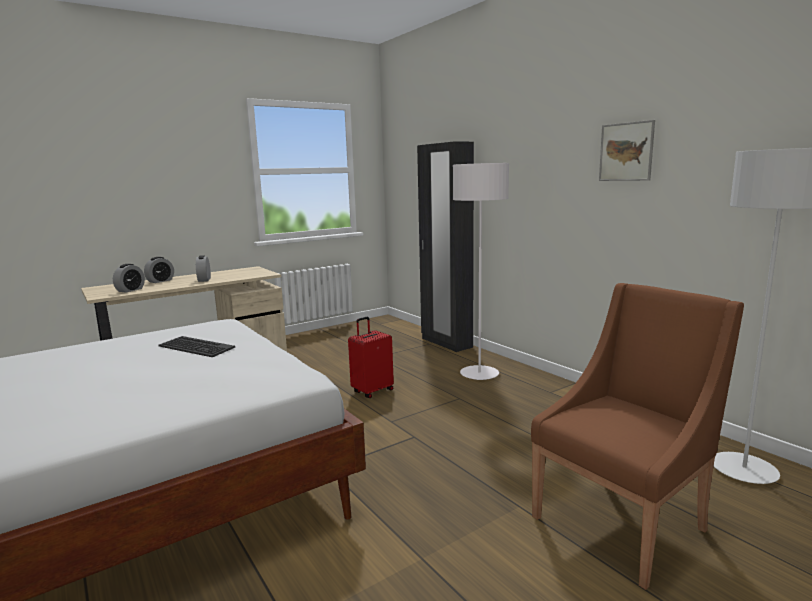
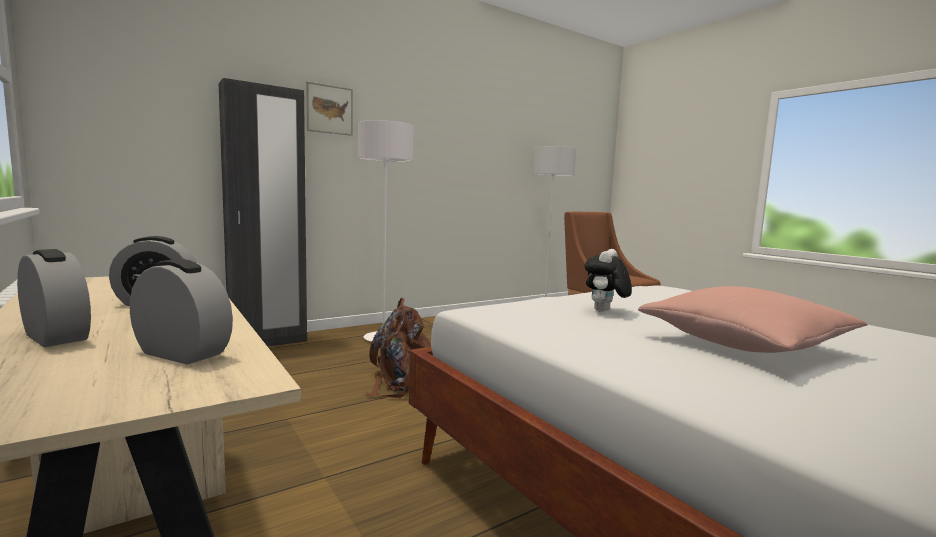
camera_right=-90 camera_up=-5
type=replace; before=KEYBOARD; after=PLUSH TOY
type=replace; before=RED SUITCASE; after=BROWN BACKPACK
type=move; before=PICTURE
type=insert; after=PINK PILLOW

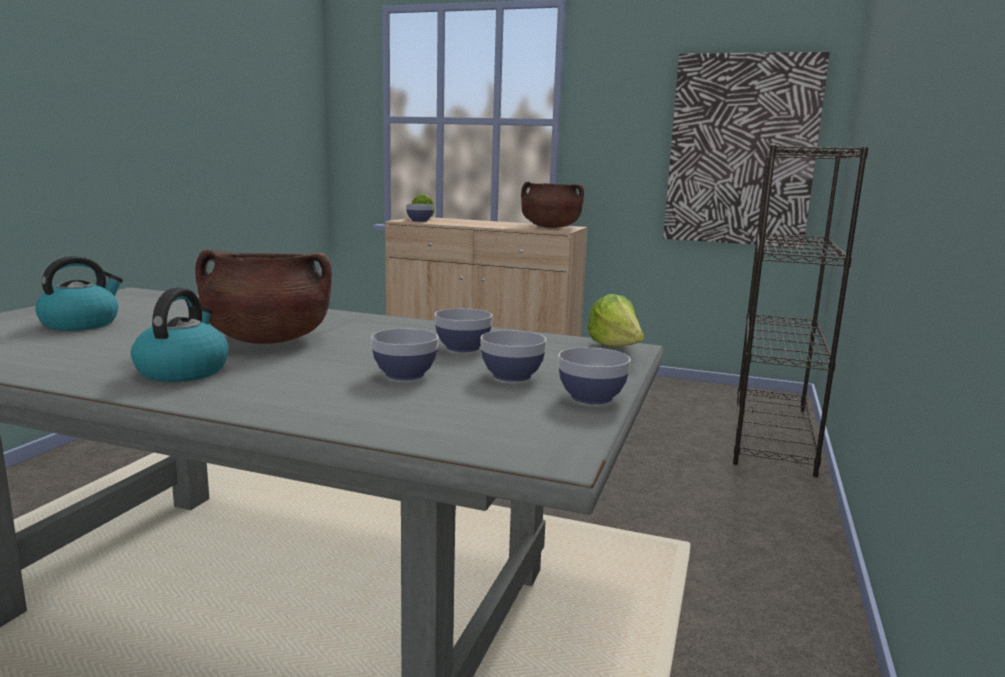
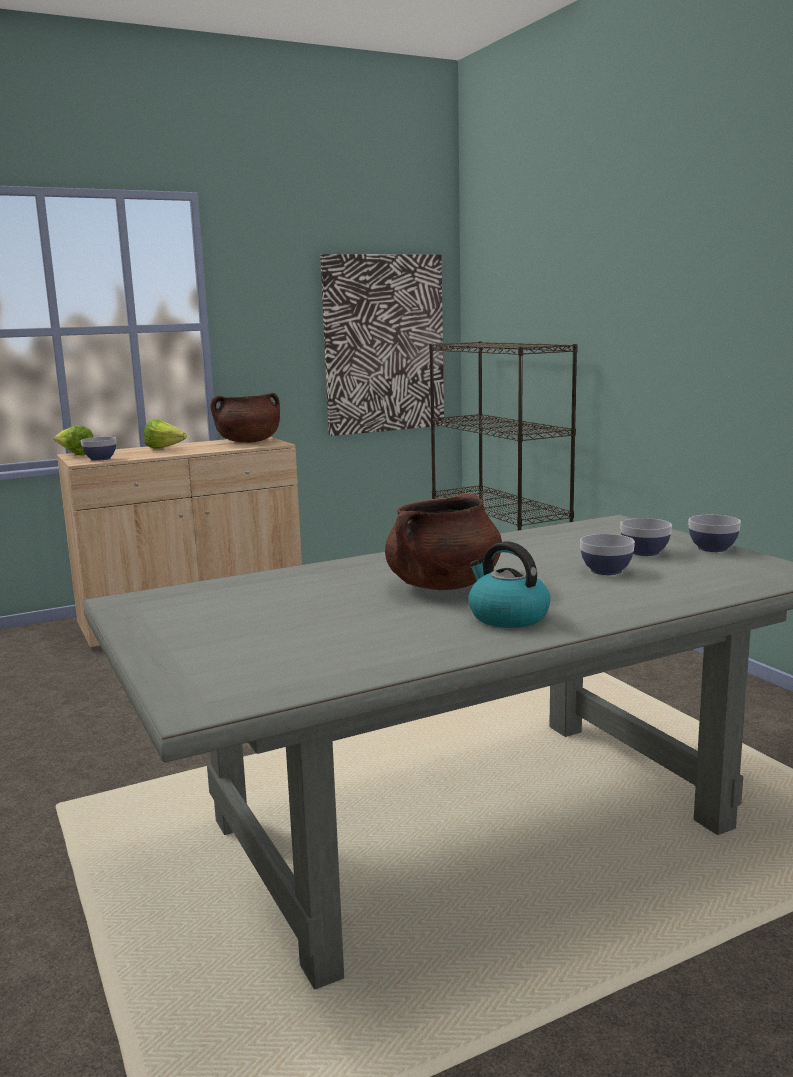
camera_right=-45 camera_up=0
type=delete; before=KETTLE (1st from left)
type=delete; before=BOWL (3rd from left)
type=move; before=LETTUCE (2nd from left)

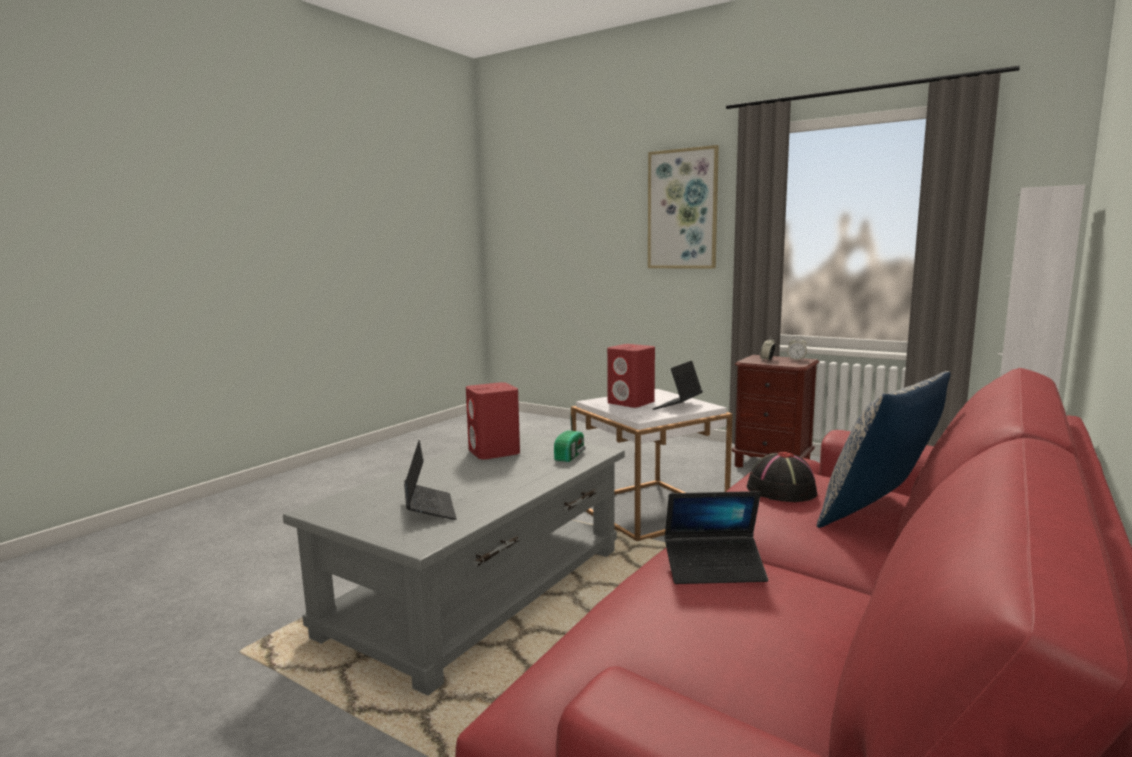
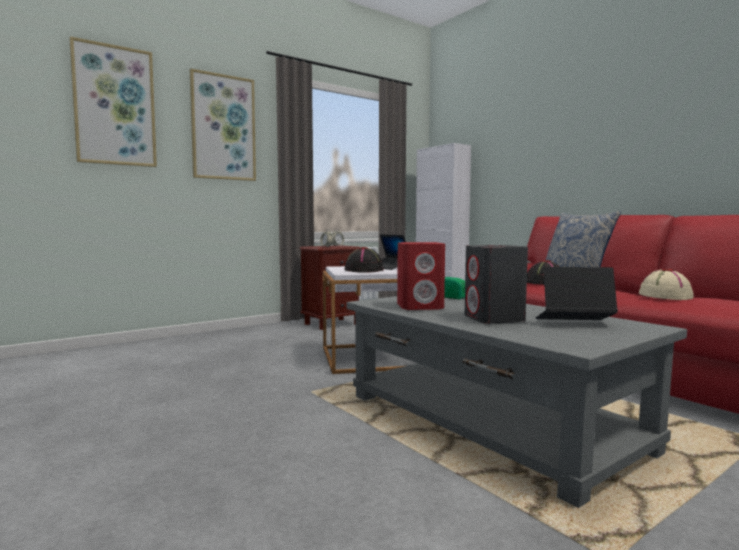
camera_right=-70 camera_up=-5
type=replace; before=RED SPEAKER (2nd from left); after=BLACK HAT (1st from left)
type=replace; before=LAPTOP (3rd from left); after=BEIGE HAT
type=insert; after=PICTURE (1st from left)
type=insert; after=GREY SPEAKER

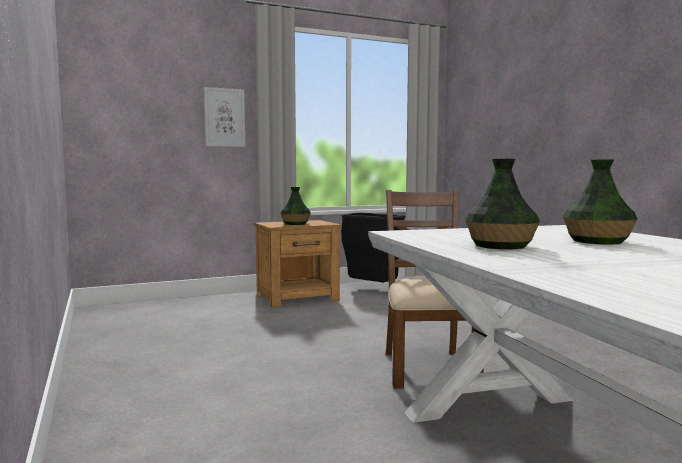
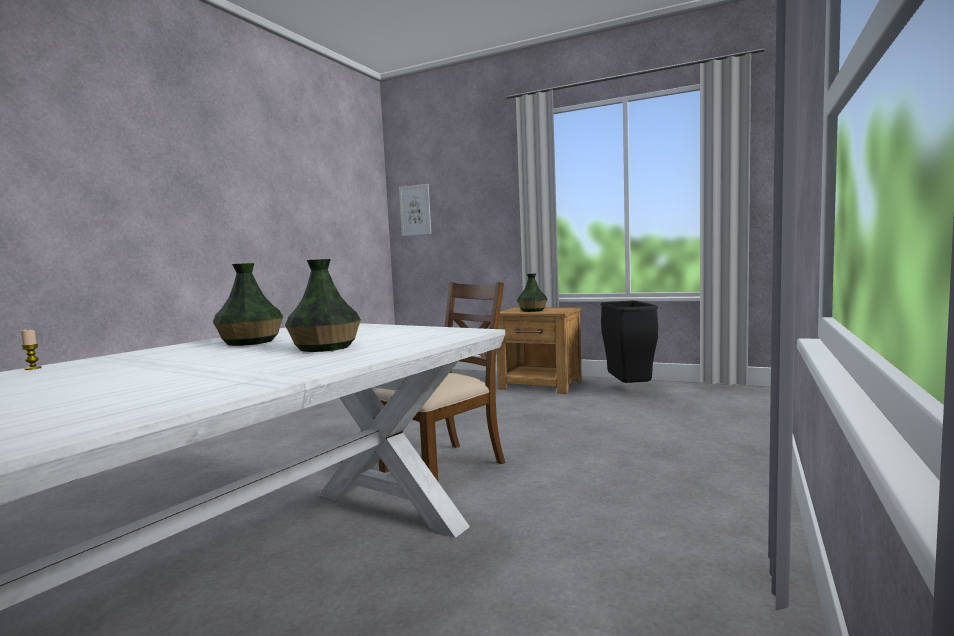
camera_right=50 camera_up=0
type=move; before=PICTURE
type=insert; after=CANDLE

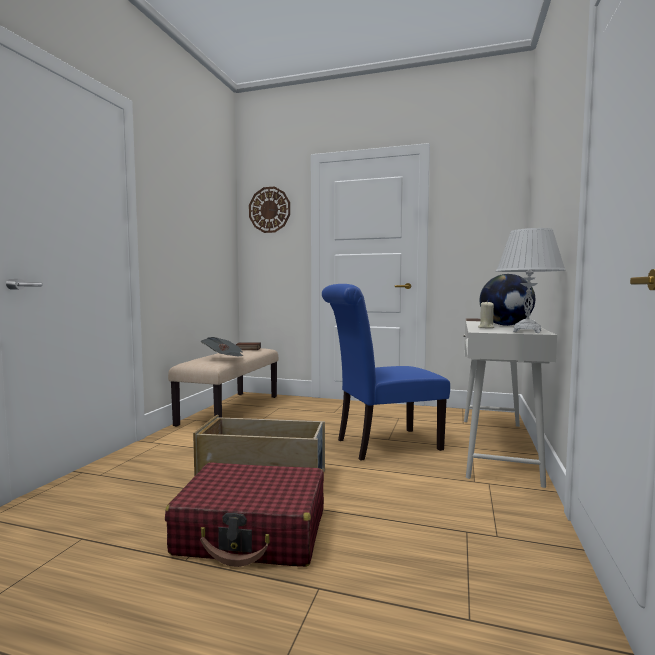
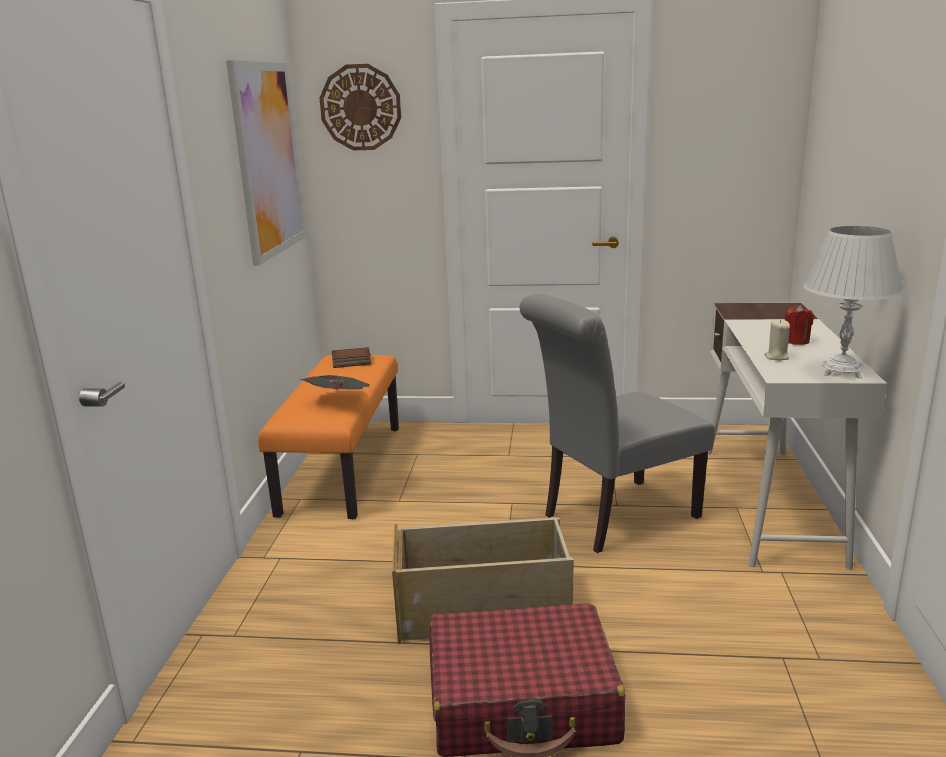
camera_right=-10 camera_up=15
type=recolor; before=BEIGE BENCH; after=ORANGE BENCH
type=recolor; before=BLUE CHAIR; after=GREY CHAIR
type=replace; before=GLOBE; after=RED CANDLE
type=insert; after=PICTURE

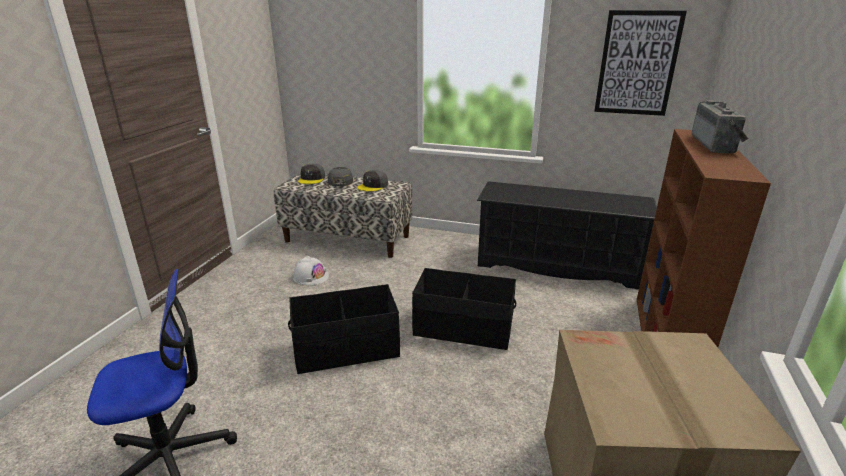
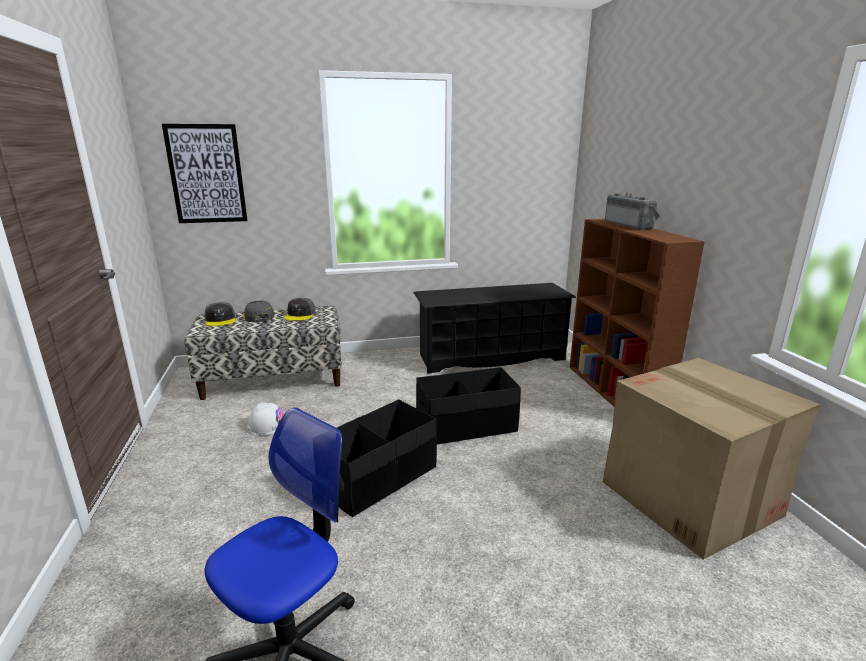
camera_right=-30 camera_up=-5
type=move; before=PICTURE

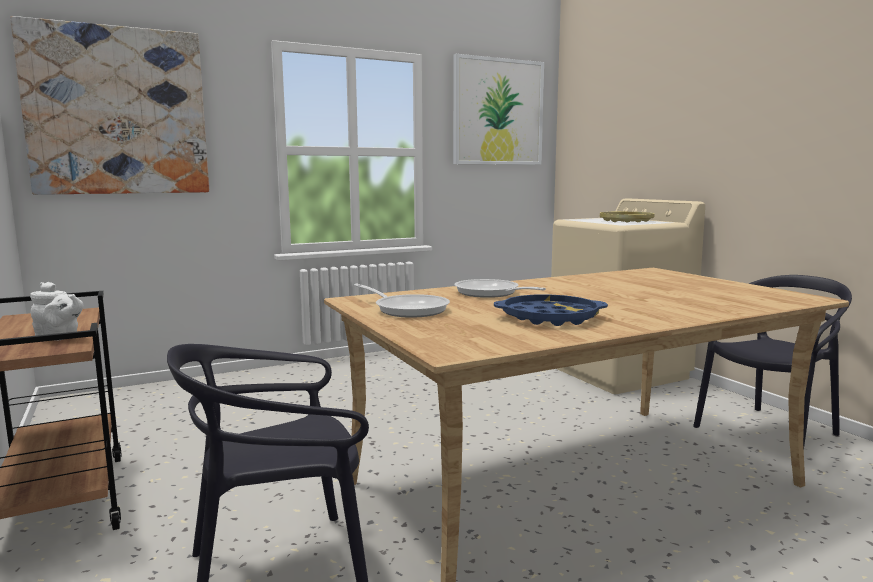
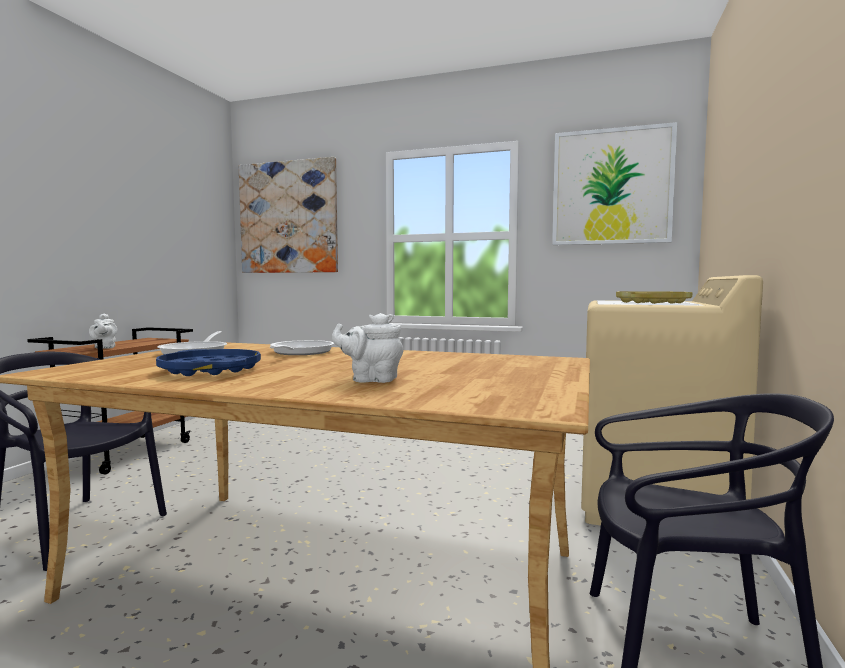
camera_right=45 camera_up=-5
type=insert; after=WHITE TEAPOT (2nd from left)

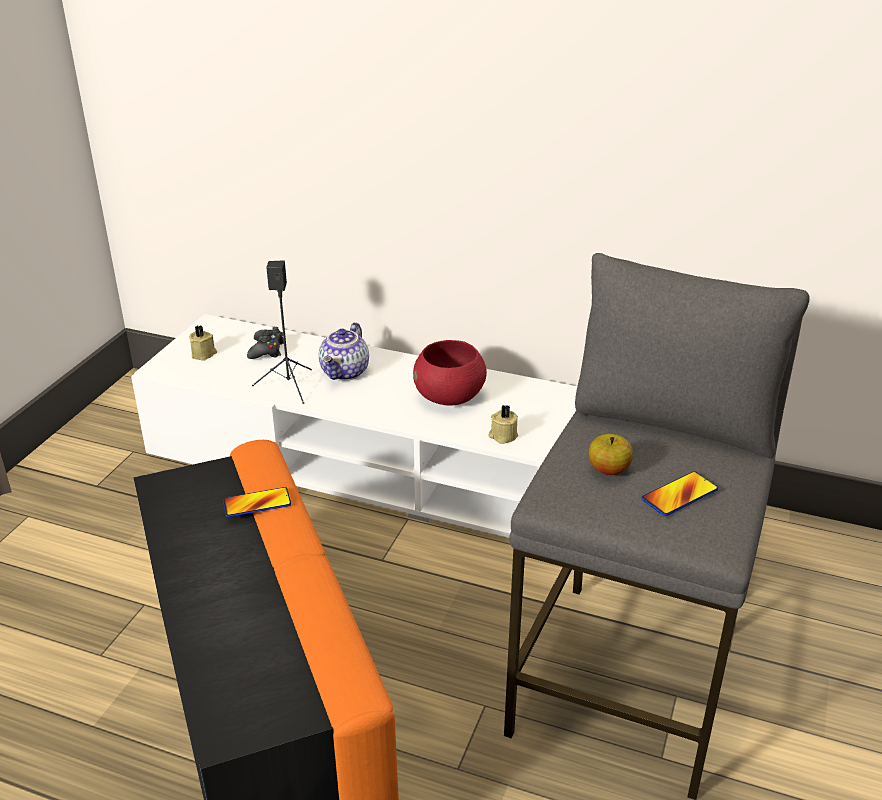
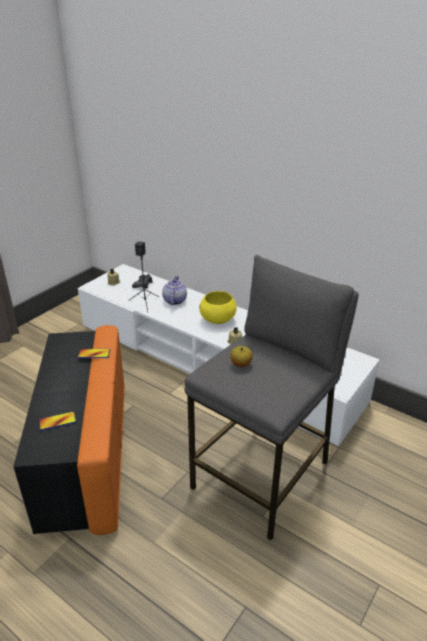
camera_right=15 camera_up=0
type=rotate; before=TEAPOT; turn=150
type=recolor; before=RED BOWL; after=YELLOW BOWL
type=move; before=PHONE (2nd from left in the first image); after=PHONE (1st from left)

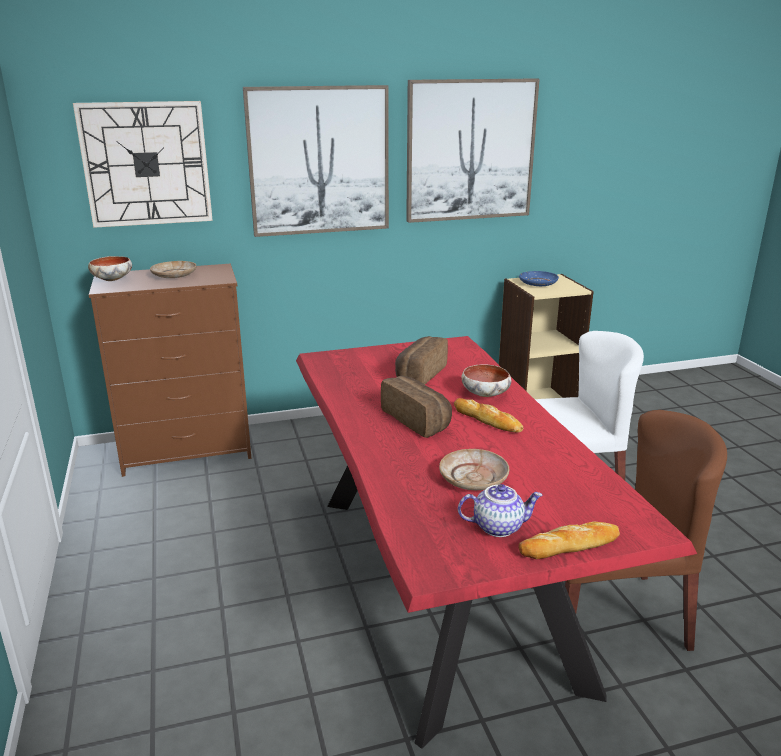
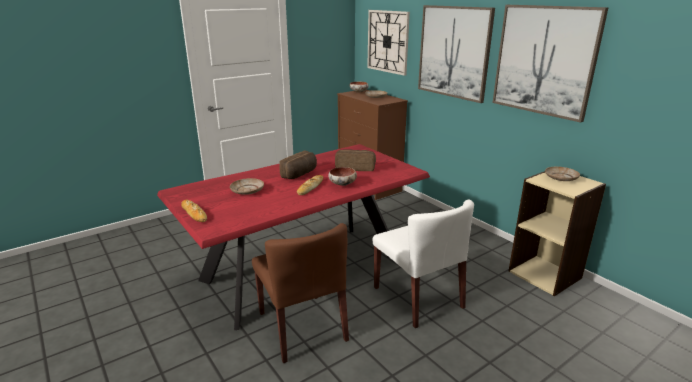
camera_right=70 camera_up=0
type=delete; before=TEAPOT
type=recolor; before=BLUE PLATE; after=BEIGE PLATE (3rd from left)

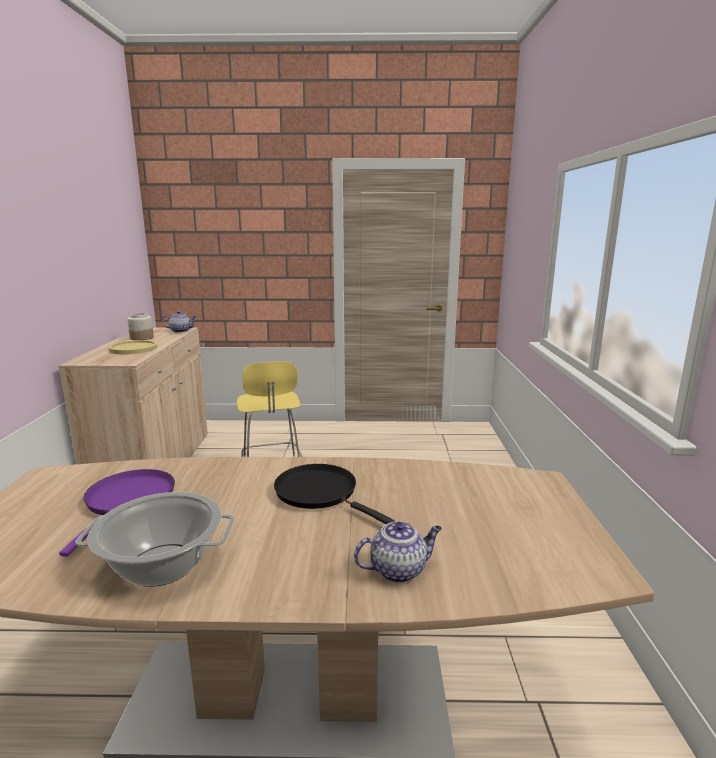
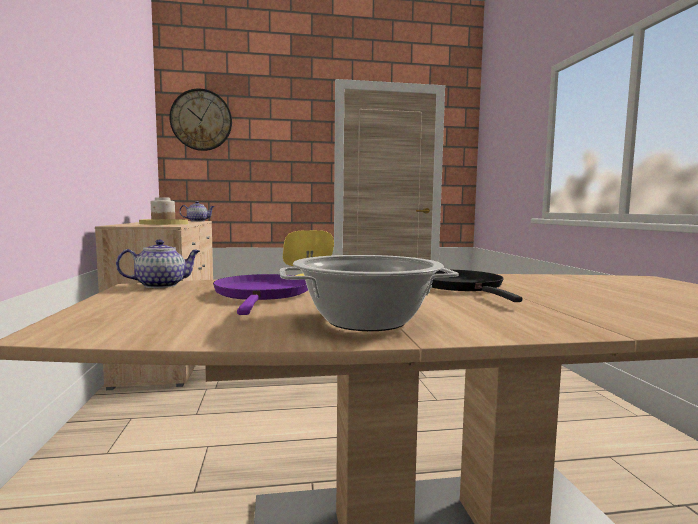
camera_right=-10 camera_up=-10
type=rotate; before=BLACK FRYING PAN; turn=45
type=move; before=TEAPOT (2nd from left in the first image); after=TEAPOT (1st from left)
type=insert; after=WALL CLOCK

